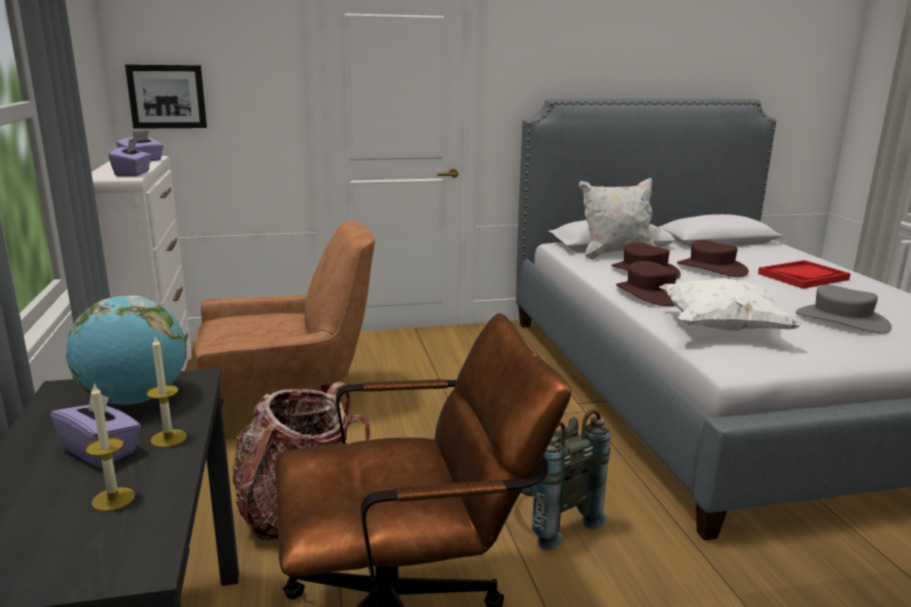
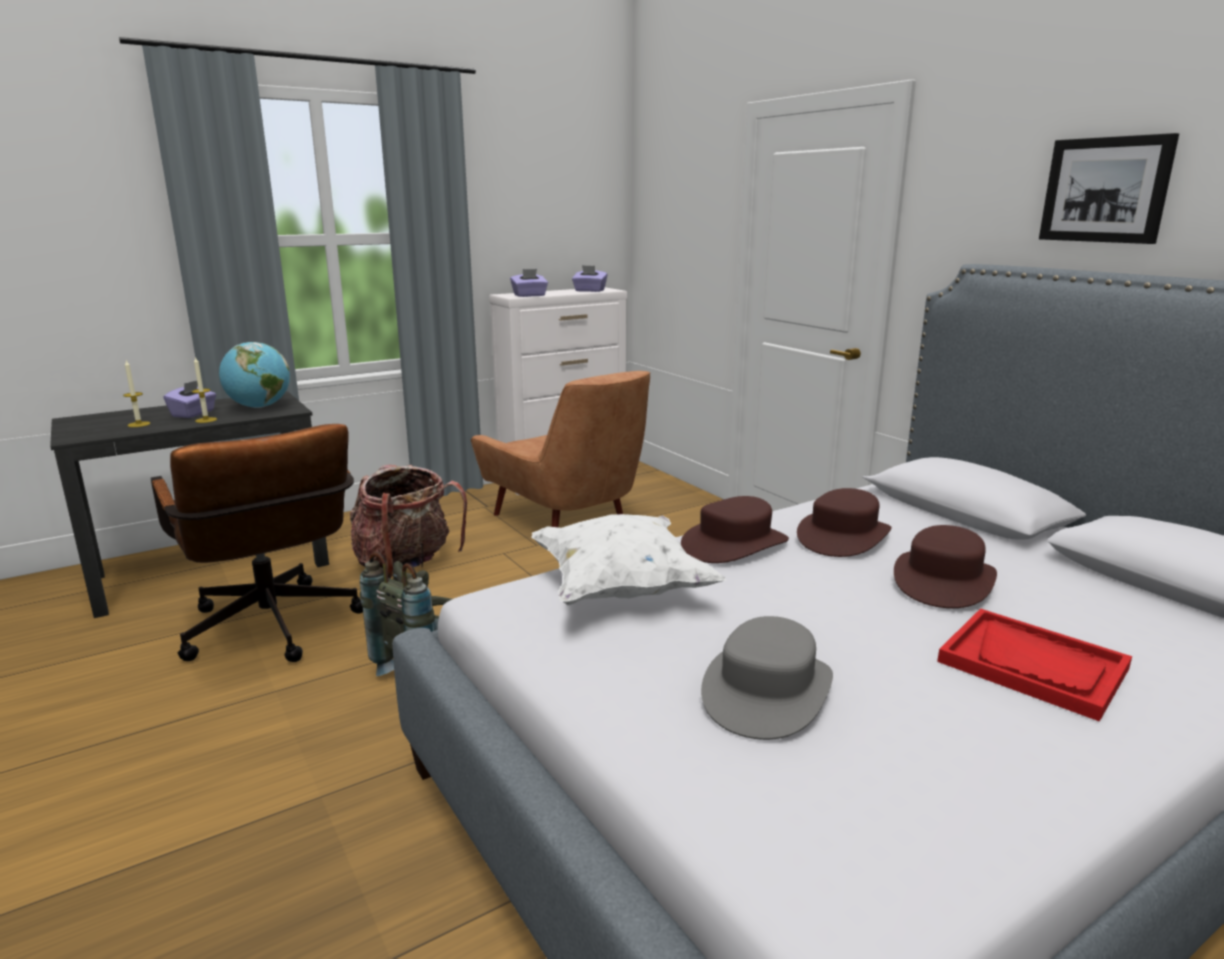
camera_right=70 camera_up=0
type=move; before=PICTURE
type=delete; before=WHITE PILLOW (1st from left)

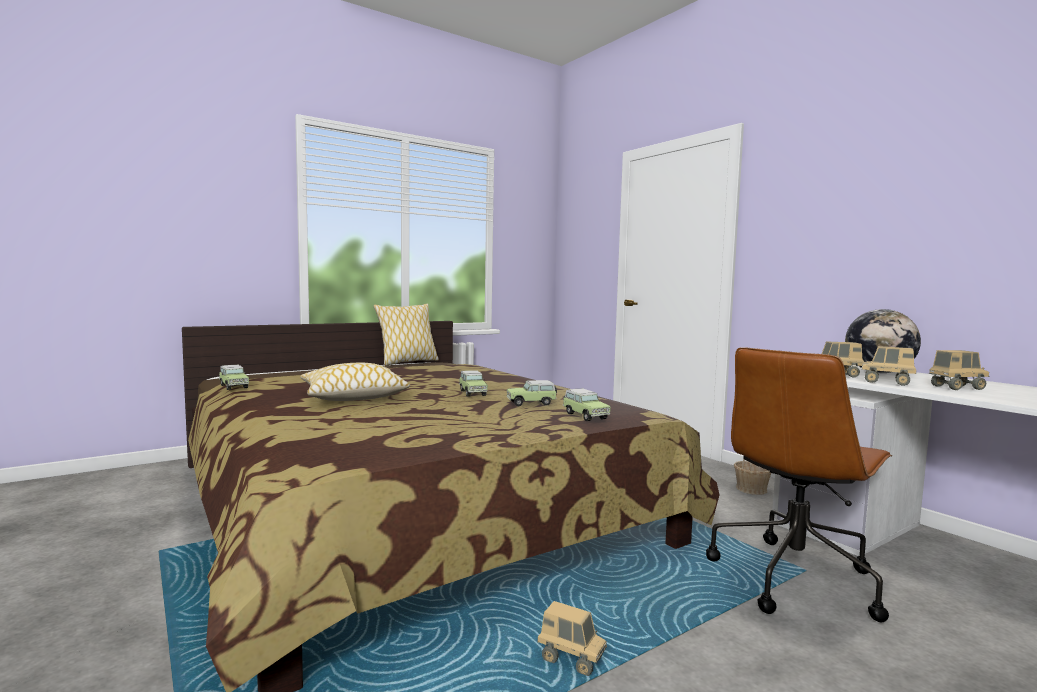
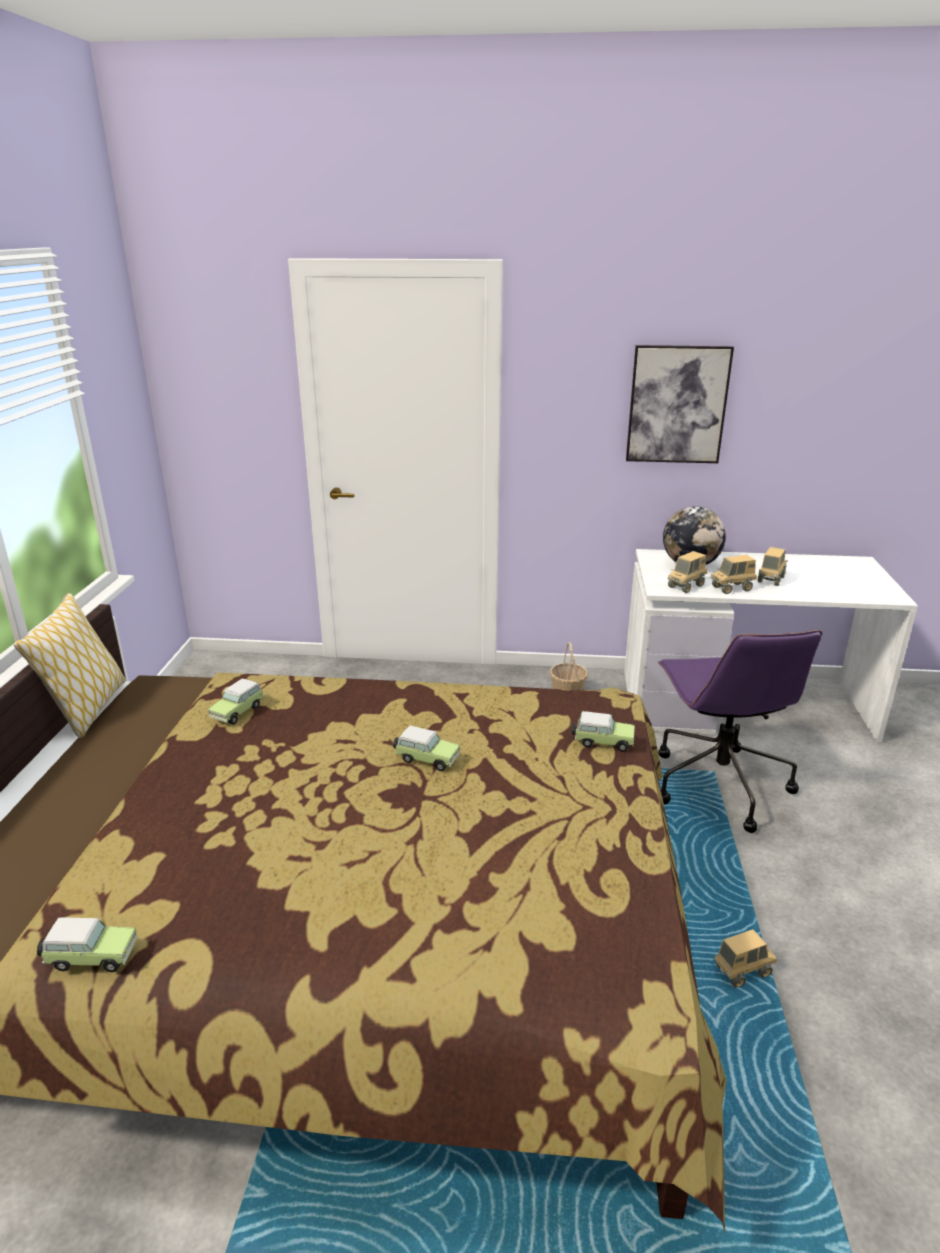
camera_right=-50 camera_up=20
type=delete; before=PILLOW (1st from left)
type=move; before=TOY CAR (3rd from left in the first image); after=TOY CAR (2nd from left)
type=recolor; before=BROWN OFFICE CHAIR; after=PURPLE OFFICE CHAIR
type=insert; after=PICTURE

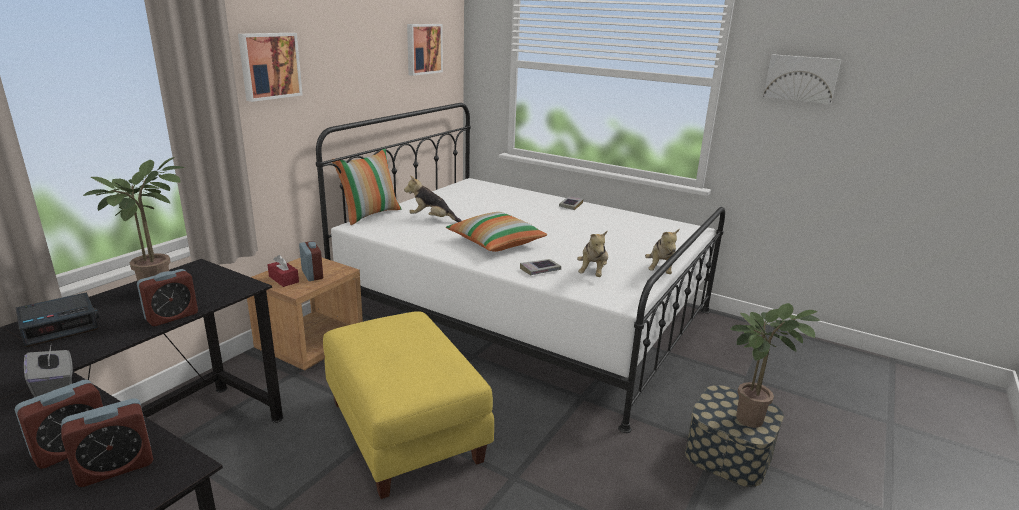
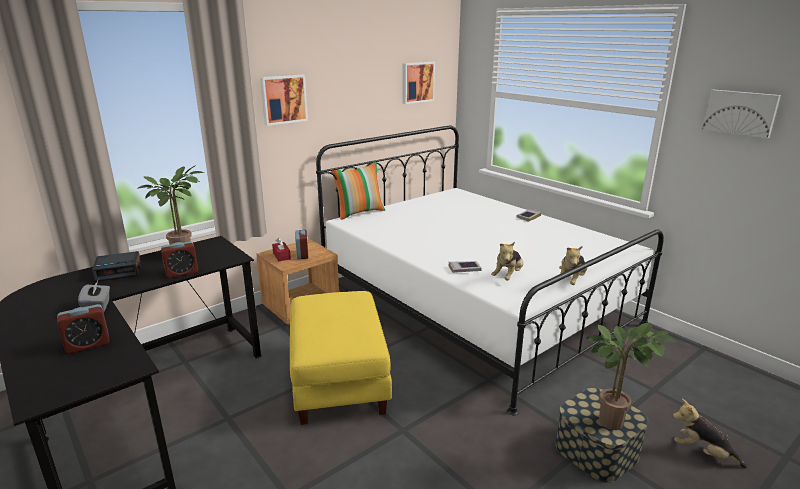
camera_right=20 camera_up=0
type=delete; before=ALARM CLOCK (3rd from left)
type=move; before=PLUSH TOY (1st from left in the first image); after=PLUSH TOY (3rd from left)
type=delete; before=PILLOW (2nd from left)

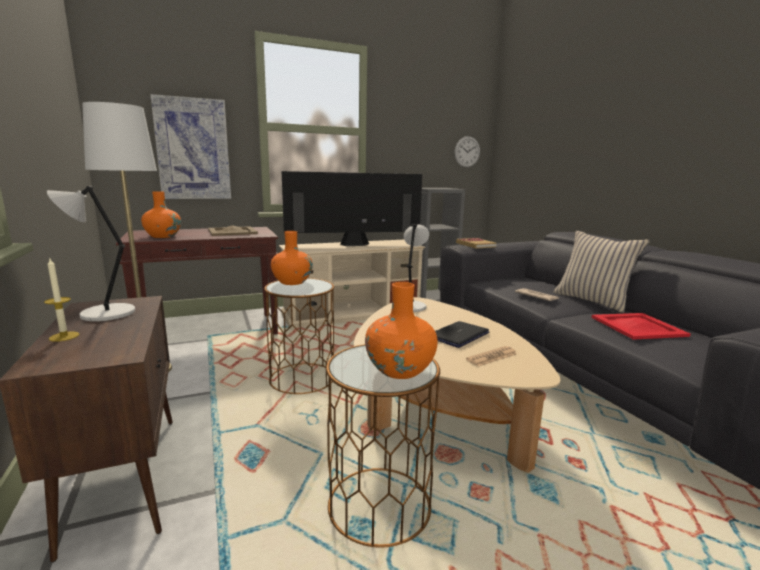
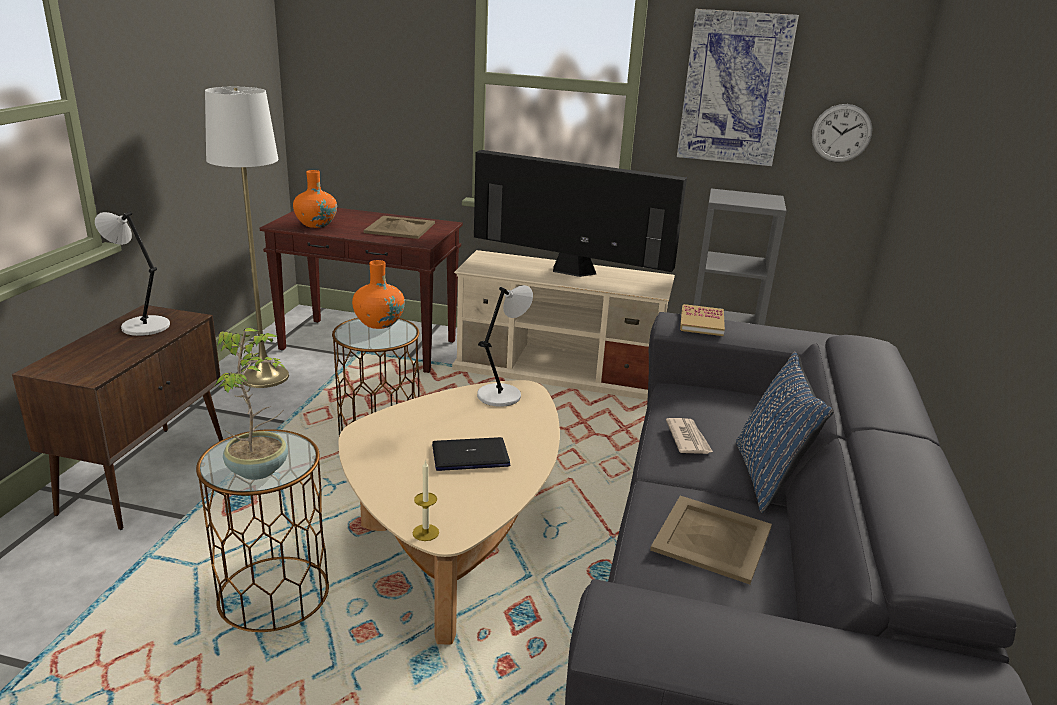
camera_right=35 camera_up=10
type=move; before=CANDLE
type=move; before=PICTURE
type=replace; before=ORANGE VASE (3rd from left); after=POTTED PLANT
type=delete; before=NEWSPAPER (1st from left)
type=recolor; before=BEIGE PILLOW; after=BLUE PILLOW
type=recolor; before=RED TRAY; after=BEIGE TRAY (2nd from left)

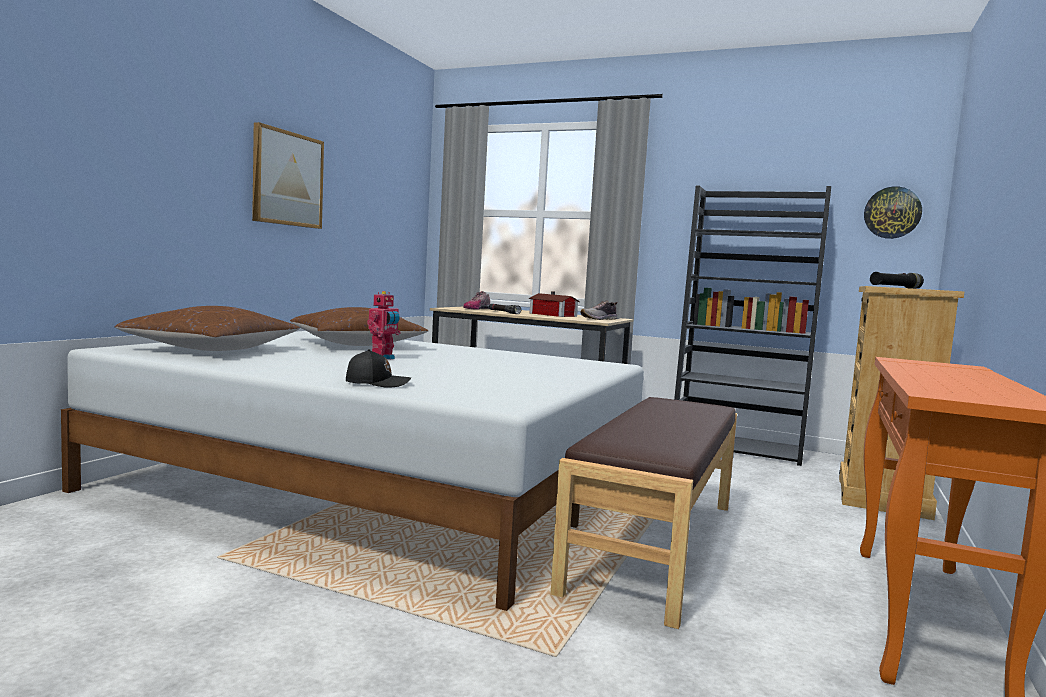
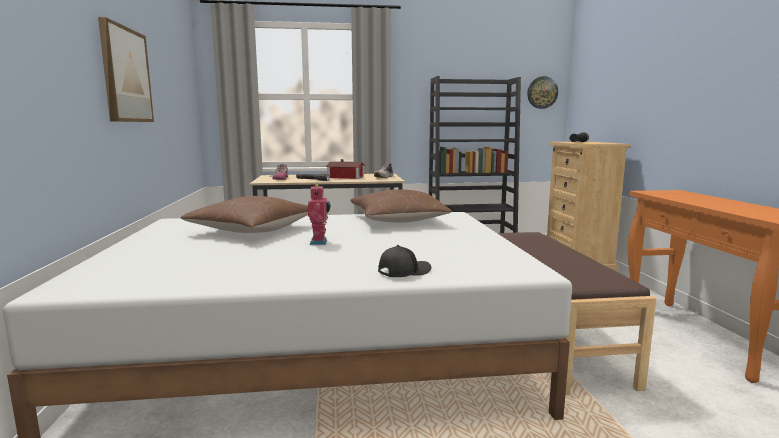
camera_right=-30 camera_up=5
type=move; before=BROWN PILLOW (1st from left in the first image); after=BROWN PILLOW (2nd from left)

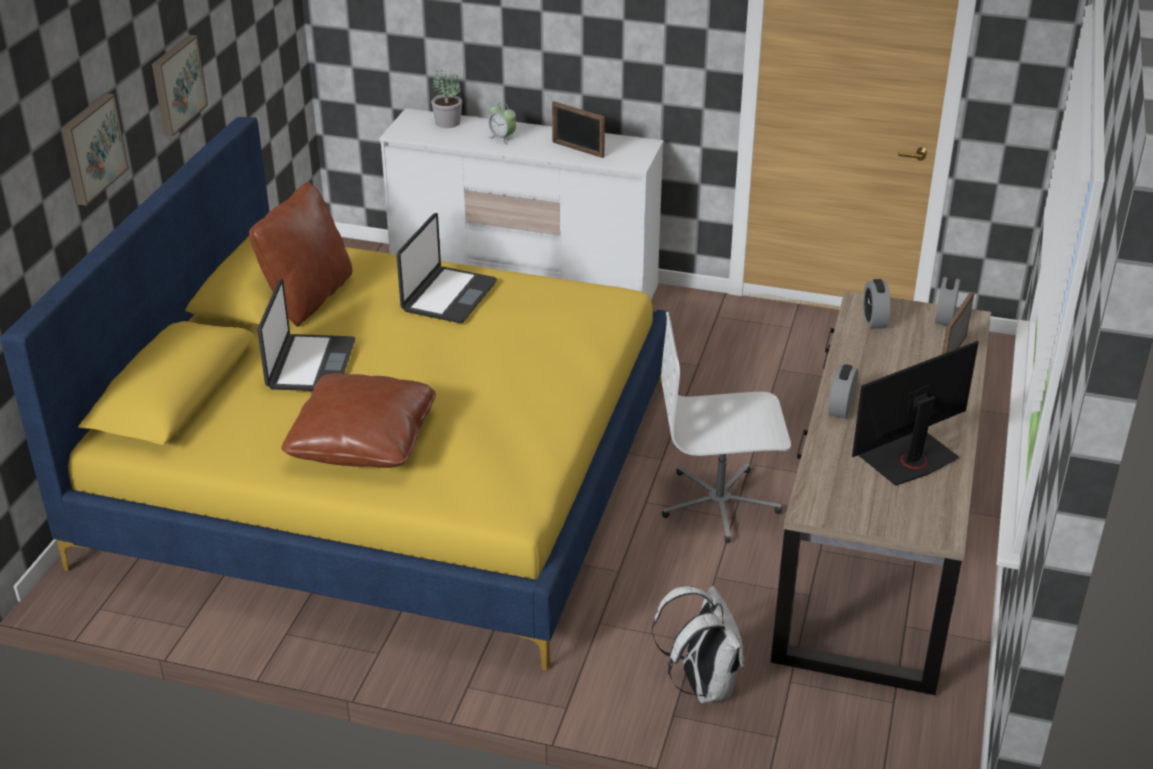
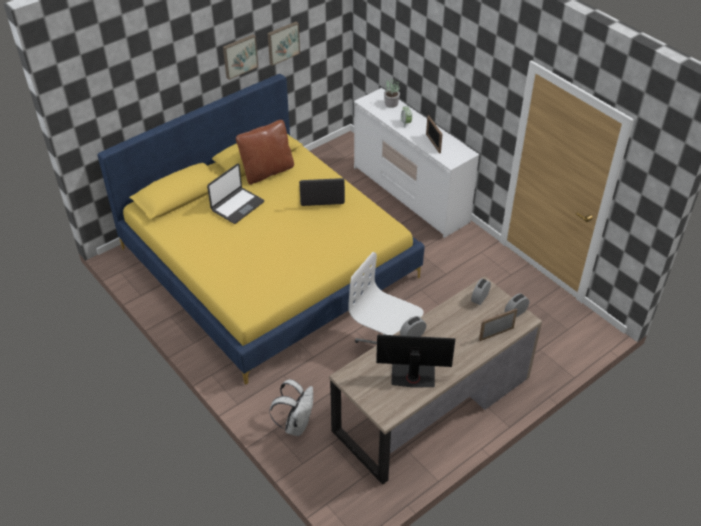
camera_right=35 camera_up=10
type=move; before=PICTURE (1st from left in the first image); after=PICTURE (2nd from left)
type=delete; before=BROWN PILLOW (2nd from left)
type=rotate; before=LAPTOP (2nd from left); turn=-150

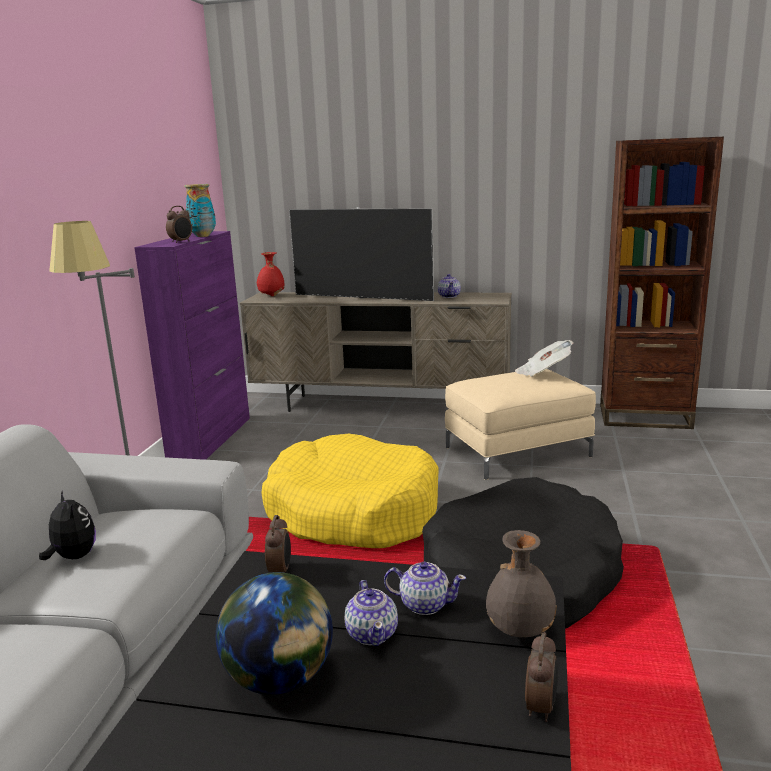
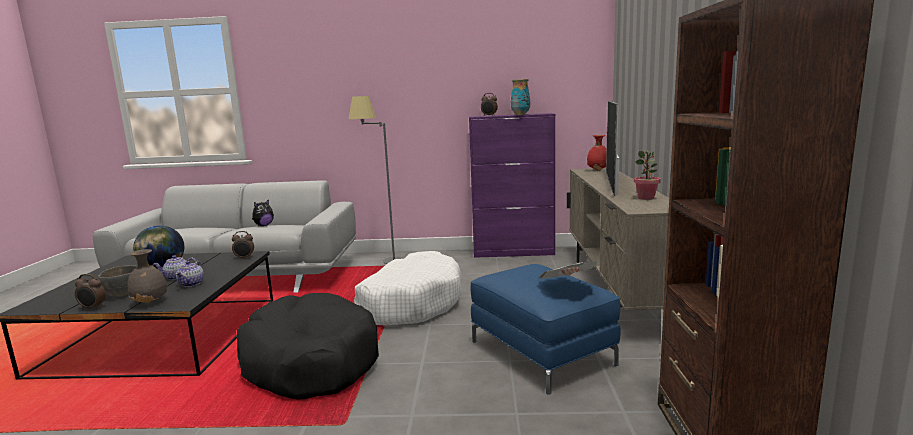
camera_right=80 camera_up=-5
type=recolor; before=YELLOW DOG BED; after=WHITE DOG BED
type=replace; before=TEAPOT (3rd from left); after=POTTED PLANT
type=recolor; before=BEIGE OTTOMAN; after=BLUE OTTOMAN
type=insert; after=GREY BOWL

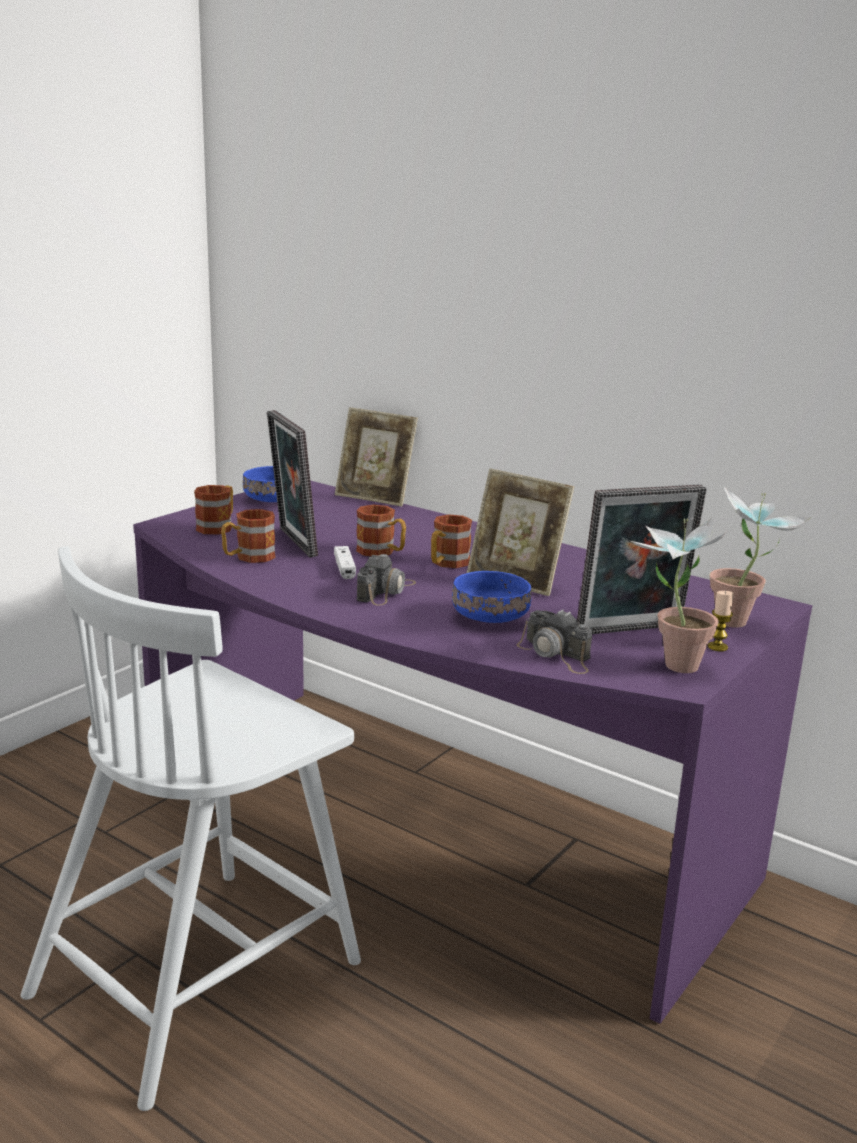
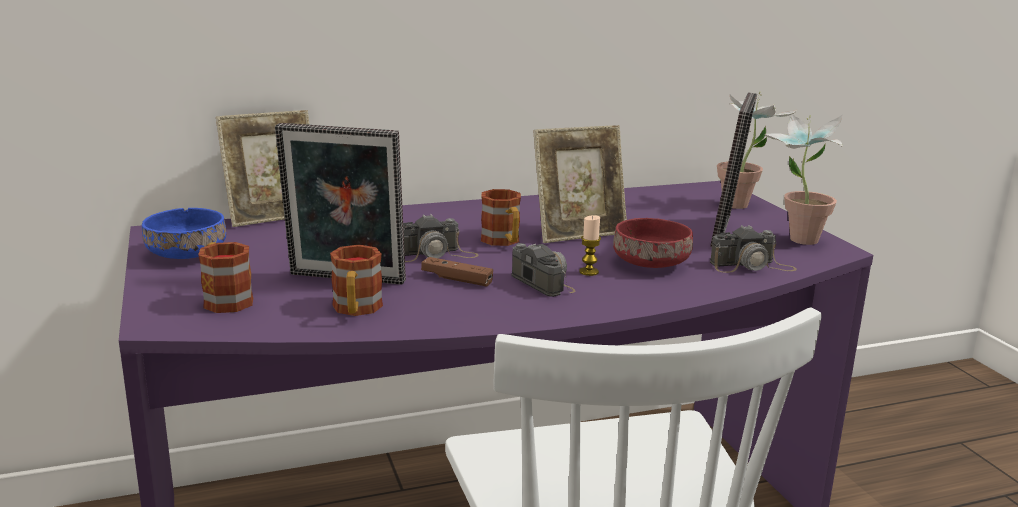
camera_right=-55 camera_up=0
type=recolor; before=WHITE GAME CONTROLLER; after=BROWN GAME CONTROLLER
type=replace; before=MUG (3rd from left); after=PHOTO CAMERA (1st from left)
type=recolor; before=BLUE BOWL (2nd from left); after=RED BOWL
type=move; before=CANDLE

